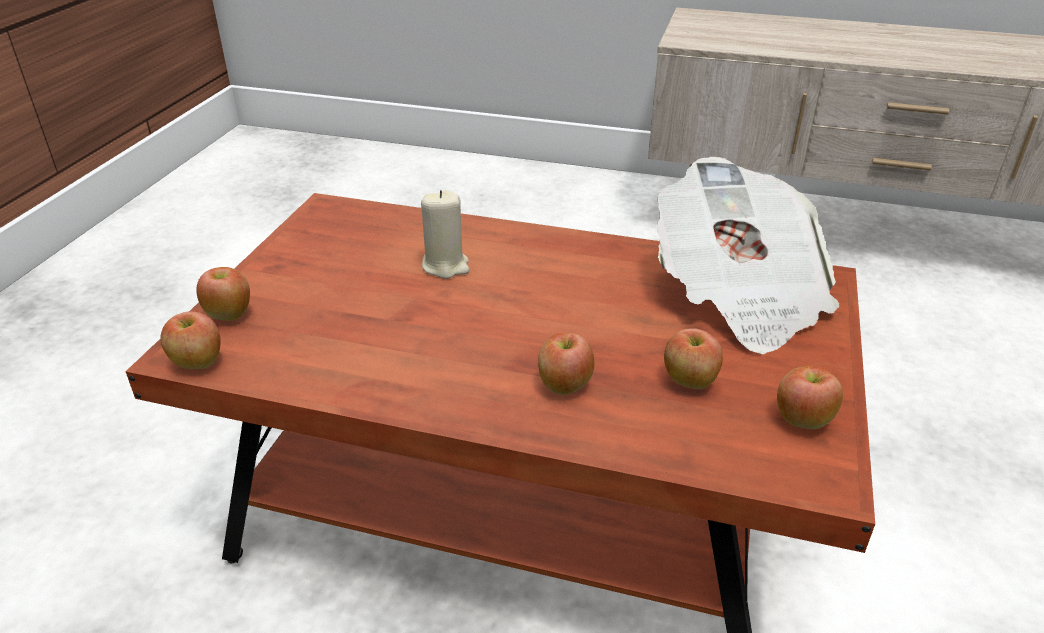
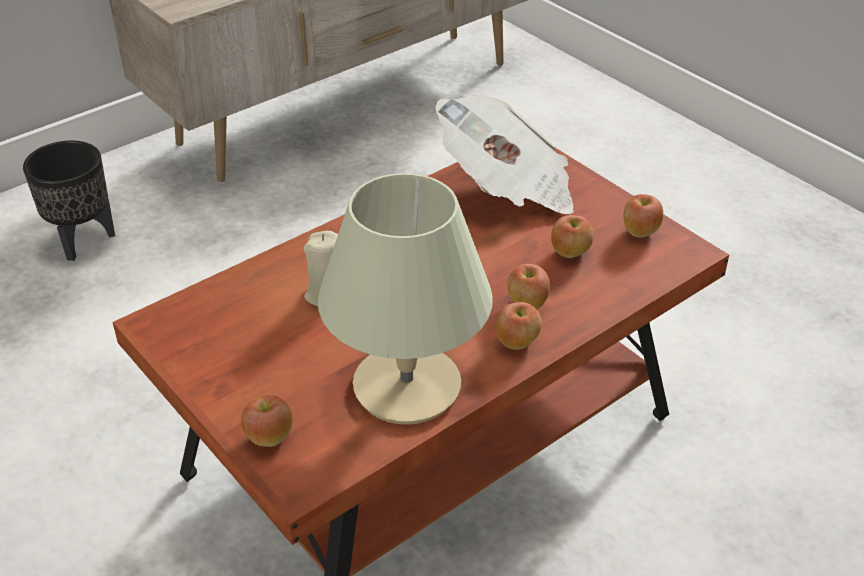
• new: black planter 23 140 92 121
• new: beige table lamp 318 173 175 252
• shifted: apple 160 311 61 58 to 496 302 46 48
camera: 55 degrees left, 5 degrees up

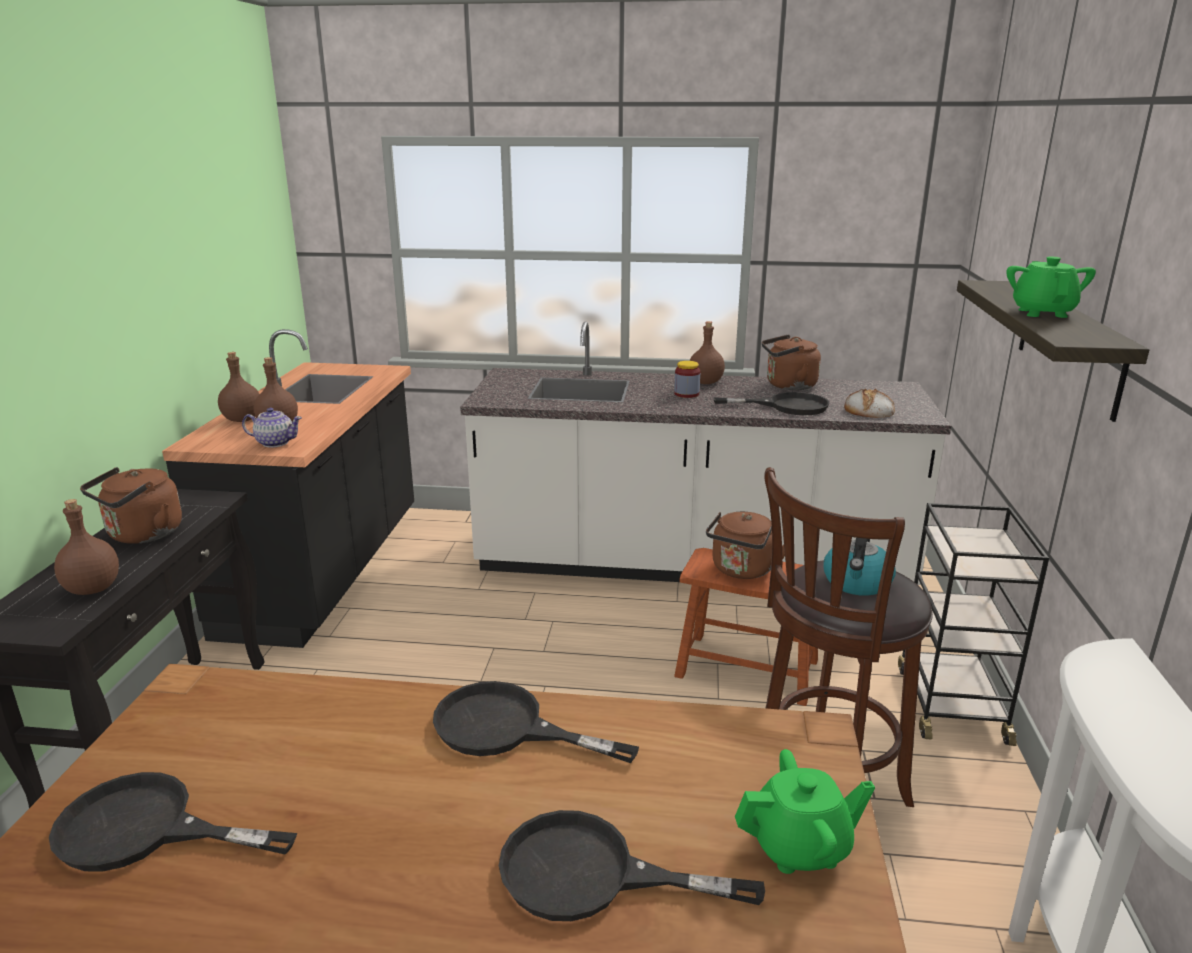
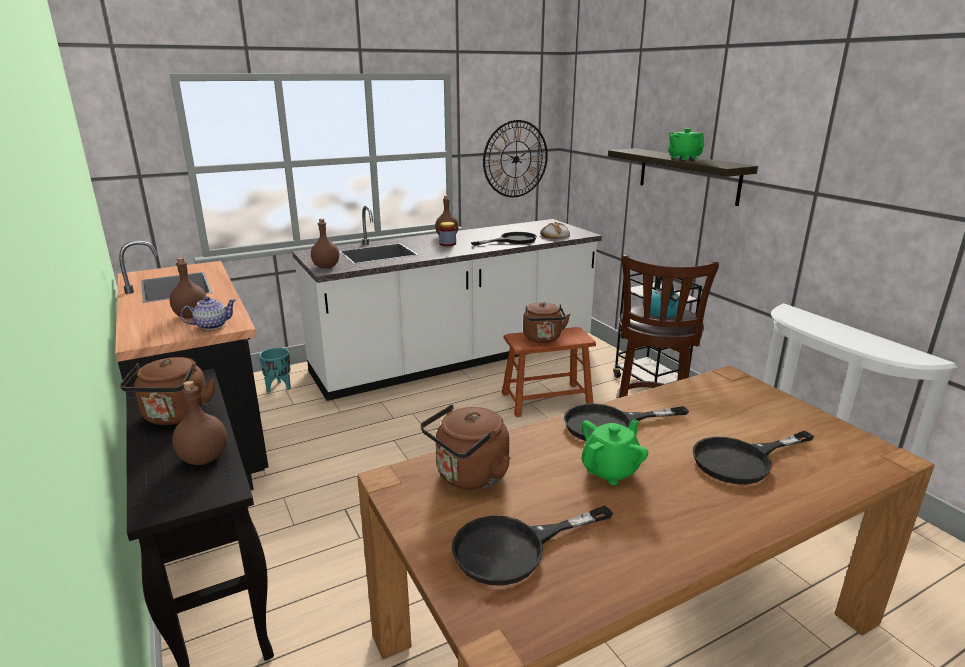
• new: turquoise planter 259 348 32 44
• new: wall clock 483 120 65 77
• shifted: brown bottle 218 352 41 70 to 311 219 28 49
• shifted: green teapot 735 749 140 125 to 582 419 66 66
• shifted: brown kettle 762 335 59 55 to 420 404 91 86
camera: 35 degrees left, 0 degrees up

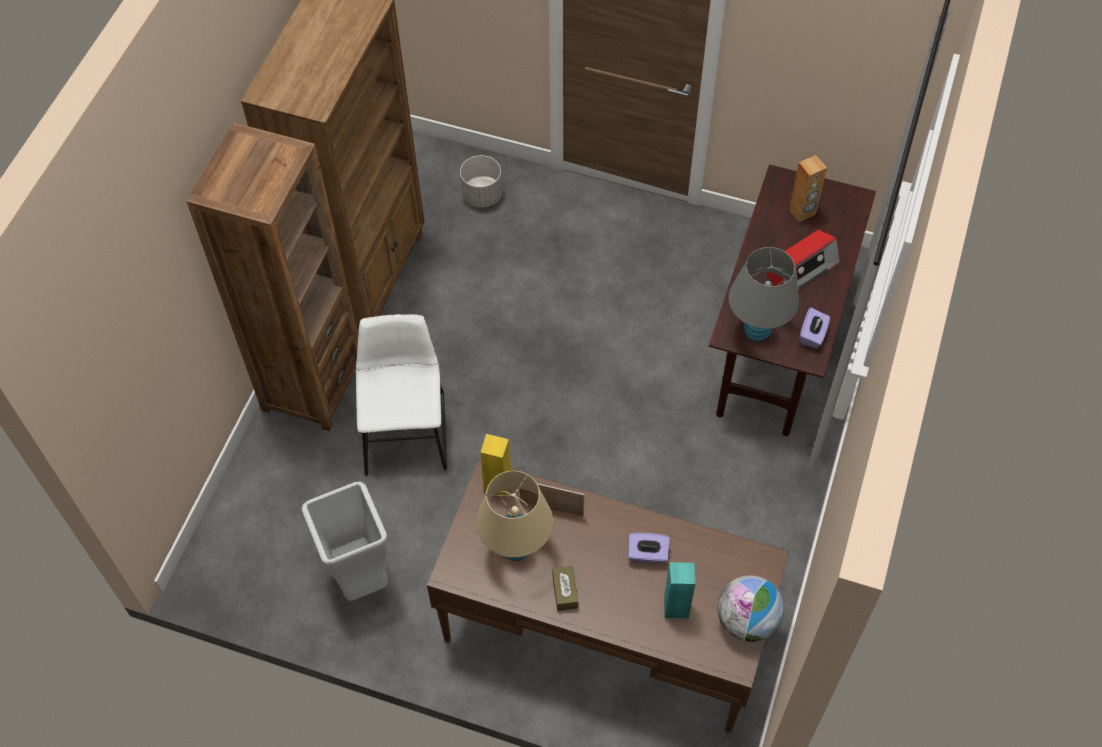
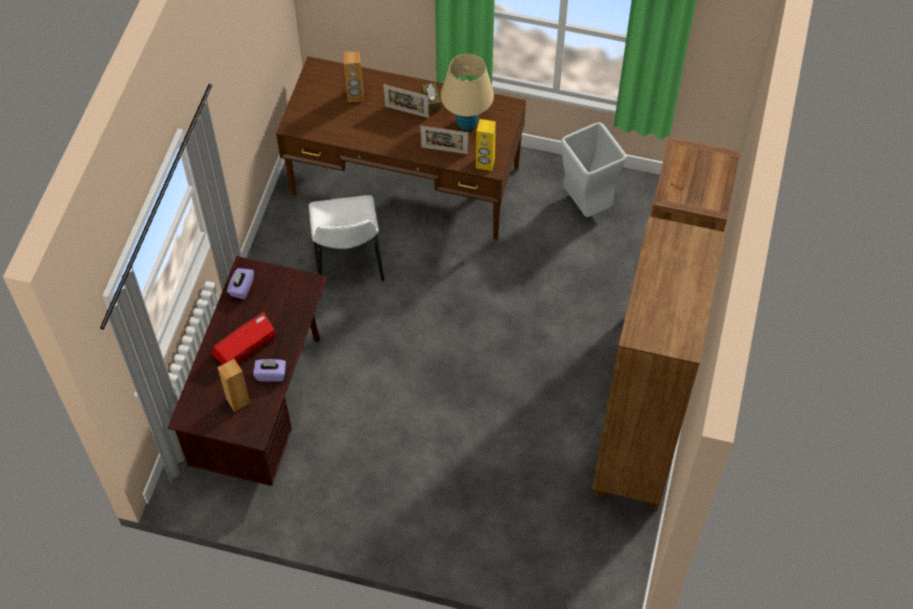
• gone: grey planter 460 155 42 52
• gone: globe 718 575 66 67
• gone: grey table lamp 729 247 70 95
• new: picture frame 383 84 46 34
• shifted: white chair 356 314 91 162 to 309 195 76 87
• shifted: purple tissue box 628 533 42 31 to 253 359 33 23
• repainted: turquoise speaker 664 563 31 55 to brown speaker 344 51 20 51
camera: 175 degrees right, 0 degrees up

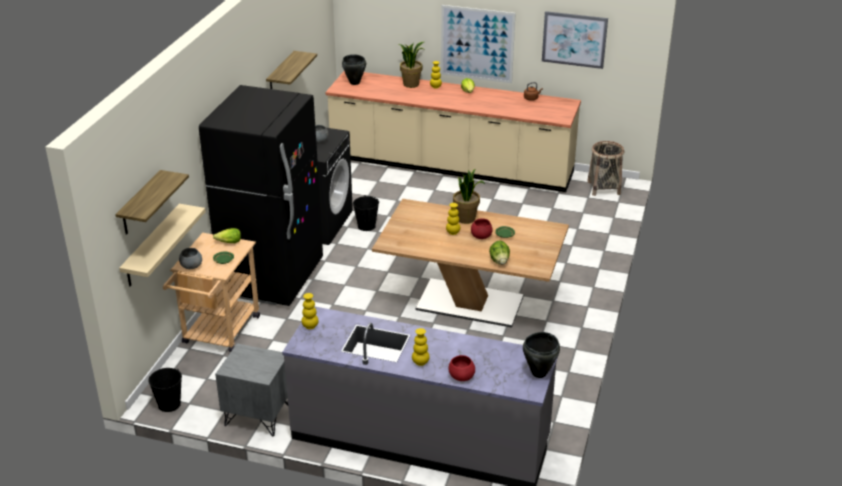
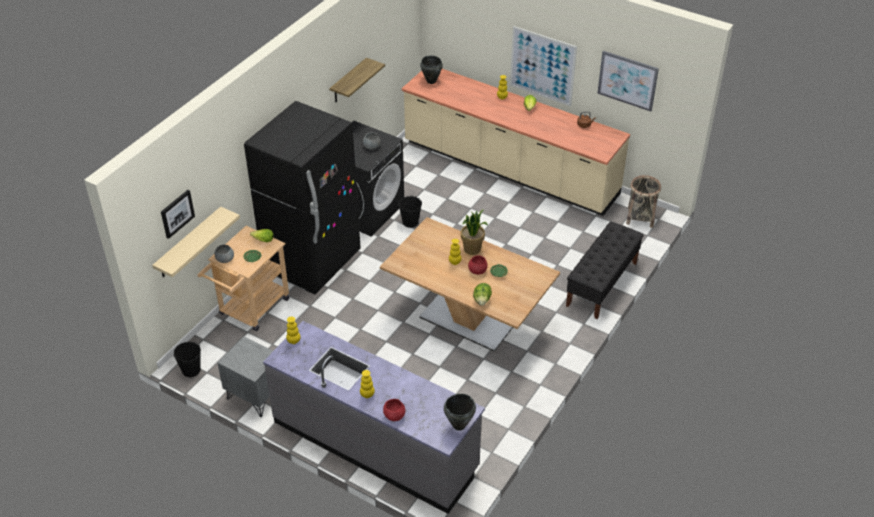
• gone: potted plant 399 42 25 46
• new: black bench 566 222 78 97
• swapped: shelf 115 170 74 65 to picture 161 190 34 49
camera: 15 degrees right, 10 degrees up

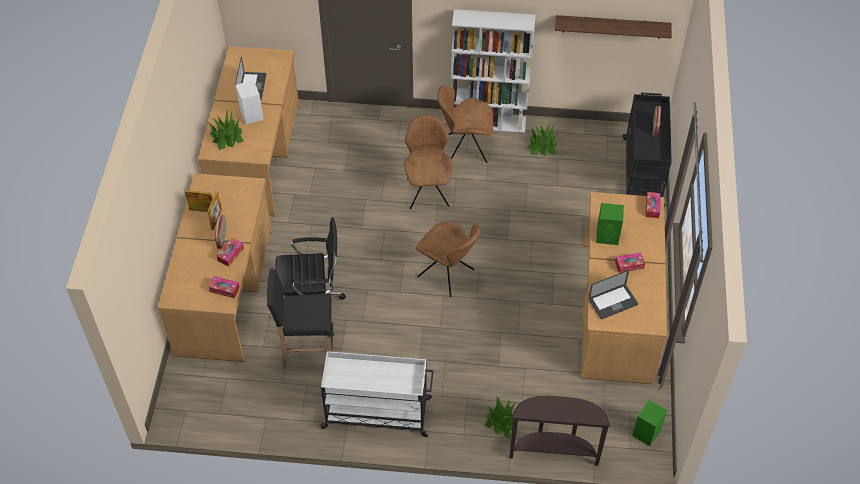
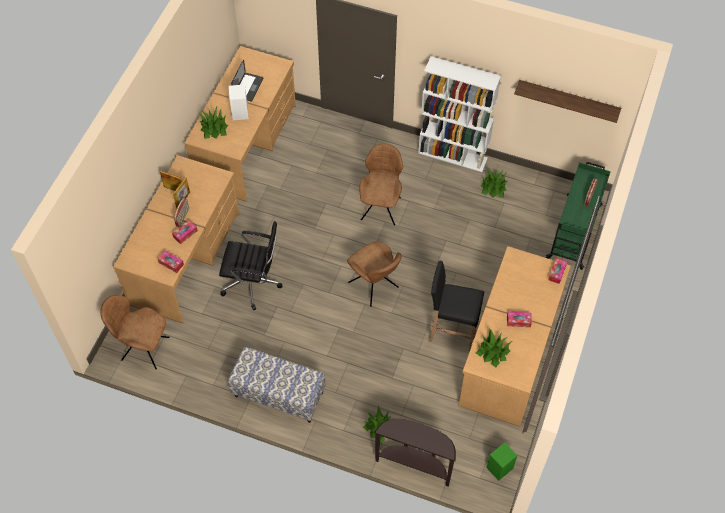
• gone: green speaker 596 203 28 42
• shifted: black stool 267 268 68 101 to 429 261 55 90
• shifted: brown chair 437 86 56 77 to 100 295 70 74
• swapped: white cart 319 351 115 86 to bench 228 347 97 76
• swapped: laptop 589 270 49 49 to potted plant 476 328 36 40
• repainted: black cart 622 92 50 116 to green cart 546 162 65 108
camera: 15 degrees right, 5 degrees up

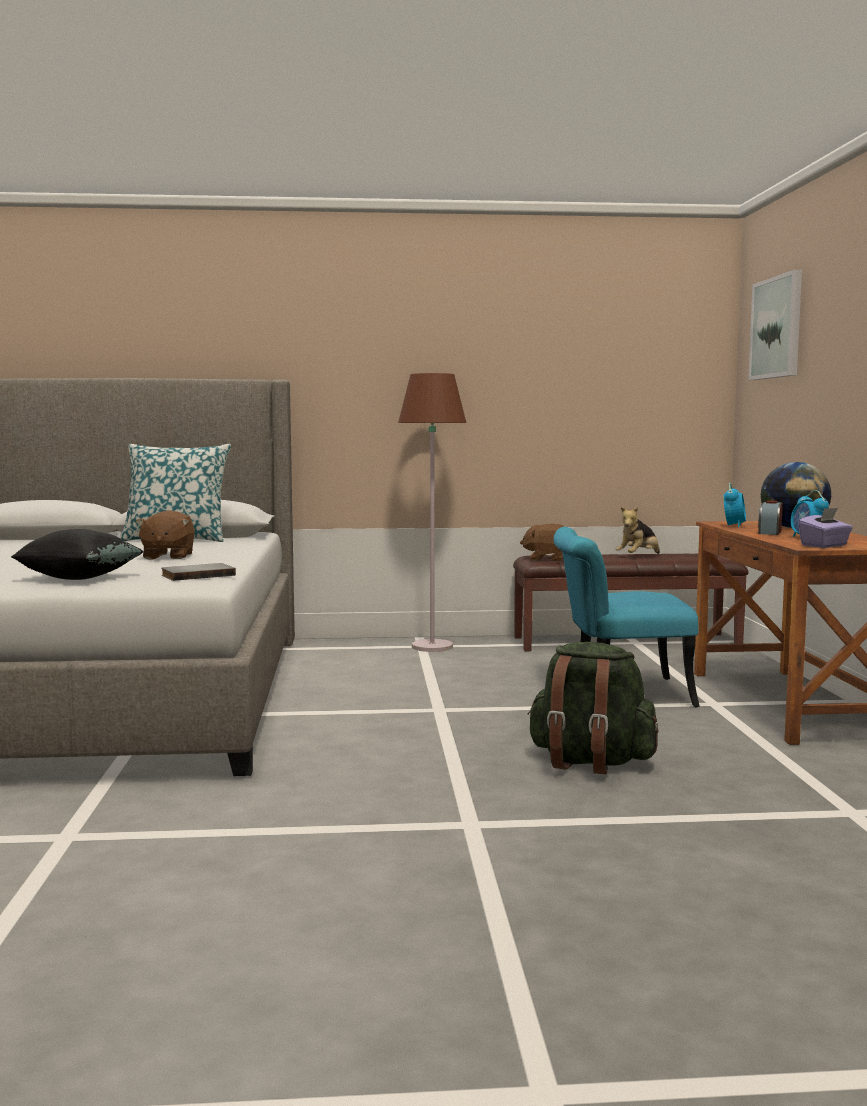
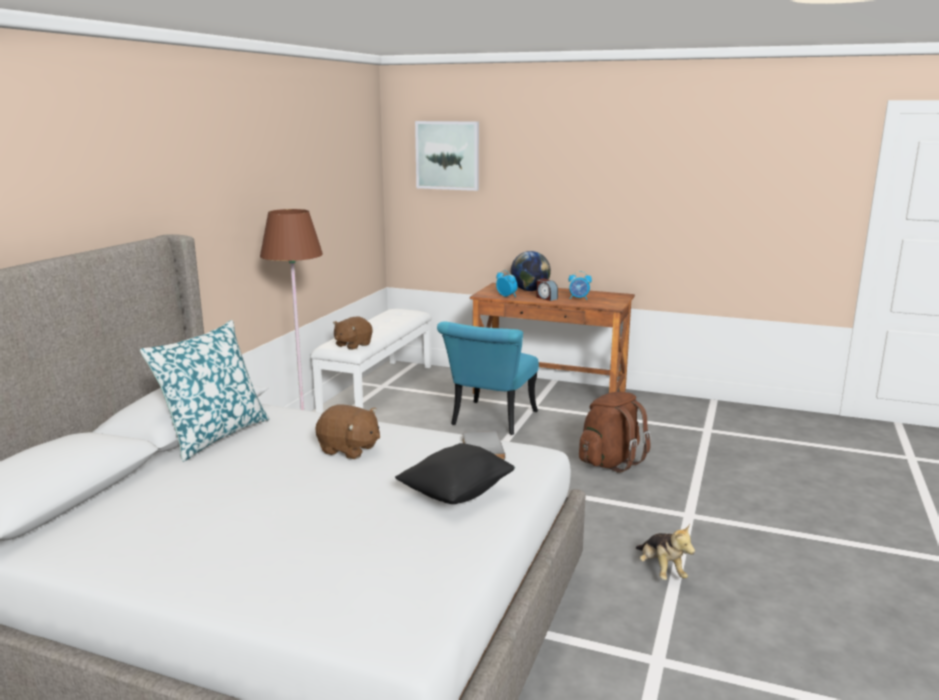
• gone: purple tissue box 798 508 55 40
• shifted: plush toy 616 506 44 48 to 636 524 59 56
• repainted: brown bench 513 554 236 97 to white bench 310 309 122 104
• repainted: green backpack 527 642 132 133 to brown backpack 579 392 72 81
camera: 65 degrees left, 10 degrees up

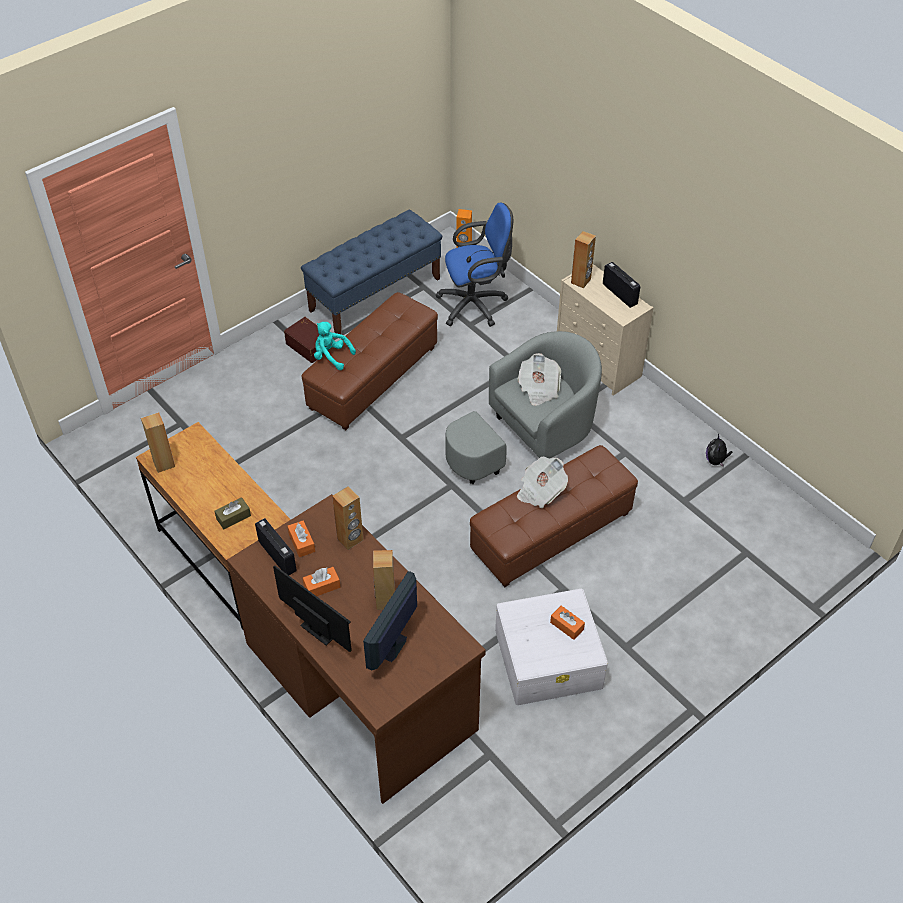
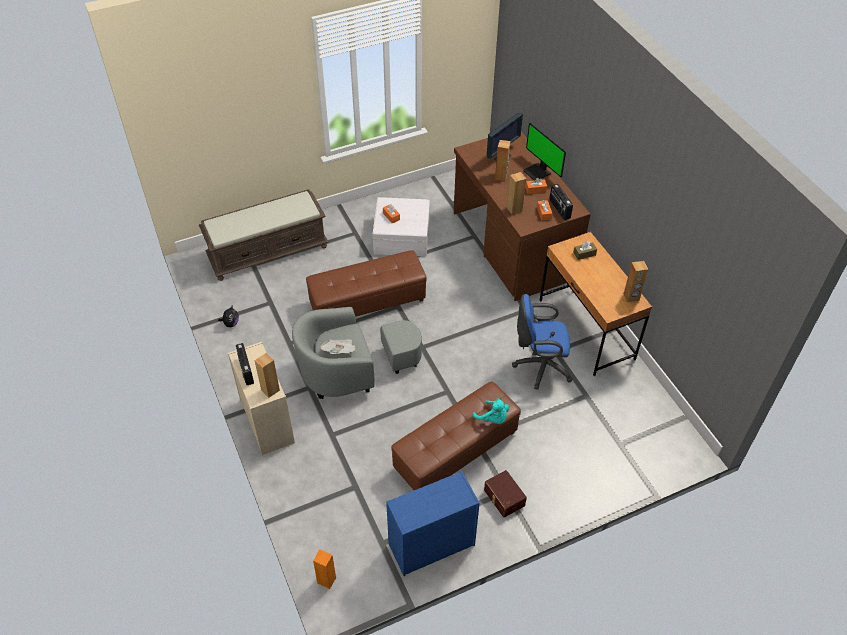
• gone: newspaper 517 456 51 52
• new: brown bench 199 189 129 92
• shifted: blue office chair 435 203 78 124 to 512 294 61 96
• swapped: blue bench 301 210 141 124 to blue dresser 386 471 94 105
camera: 165 degrees left, 0 degrees up

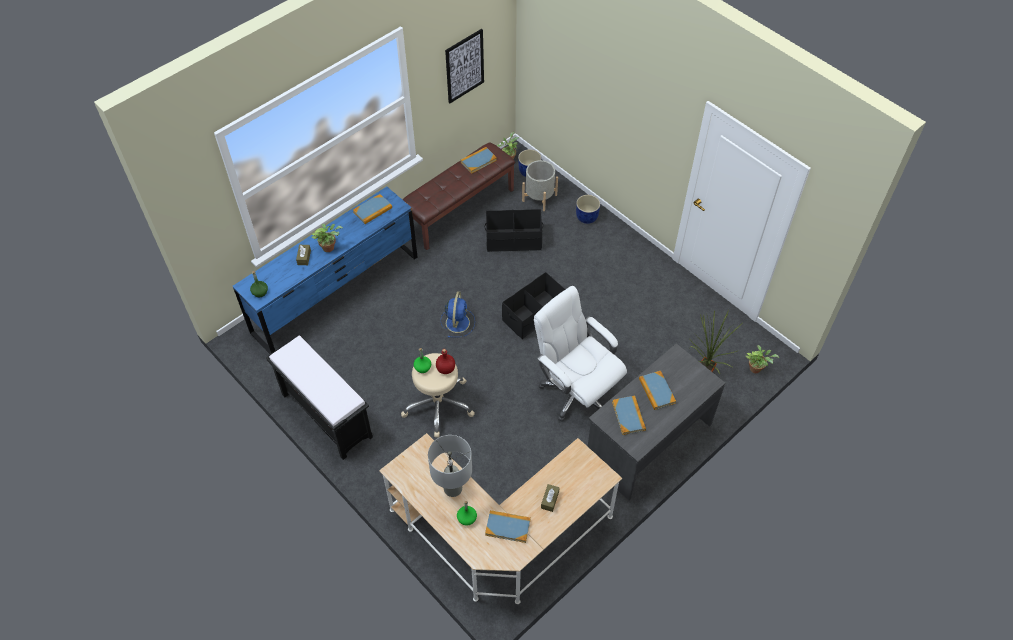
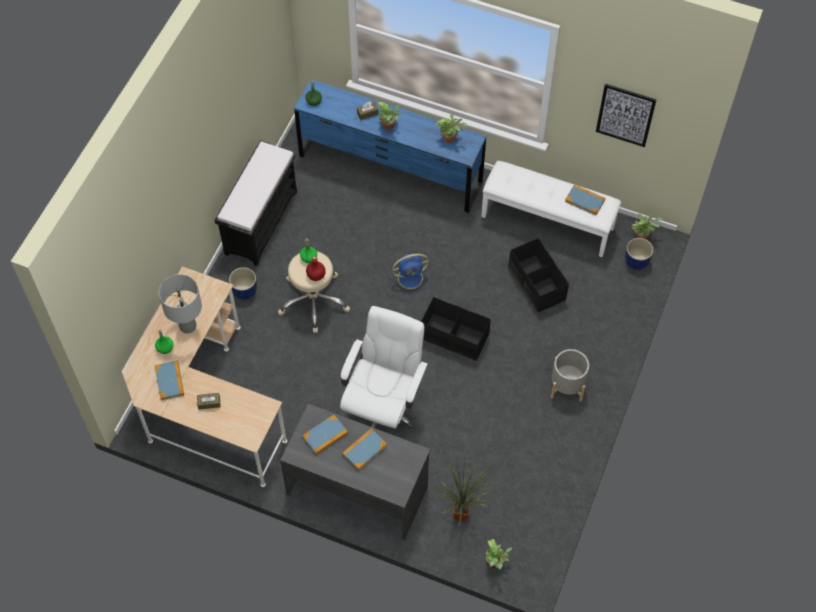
• shifted: grey planter 522 160 36 51 to 551 349 38 53
• shifted: blue planter 576 195 24 29 to 229 267 28 33
• swapped: book 353 194 39 30 to potted plant 436 114 31 29
• repainted: brown bench 402 143 113 107 to white bench 481 161 140 96
camera: 65 degrees right, 5 degrees up

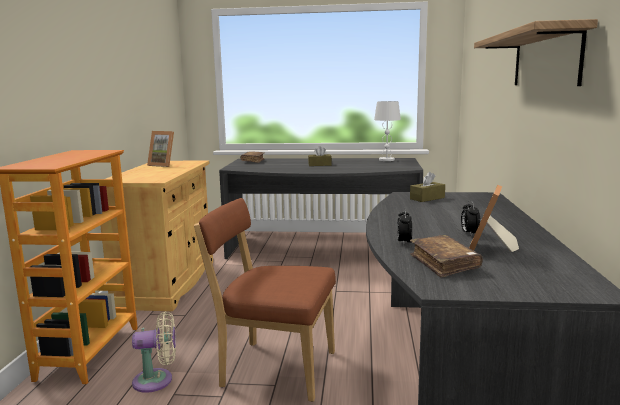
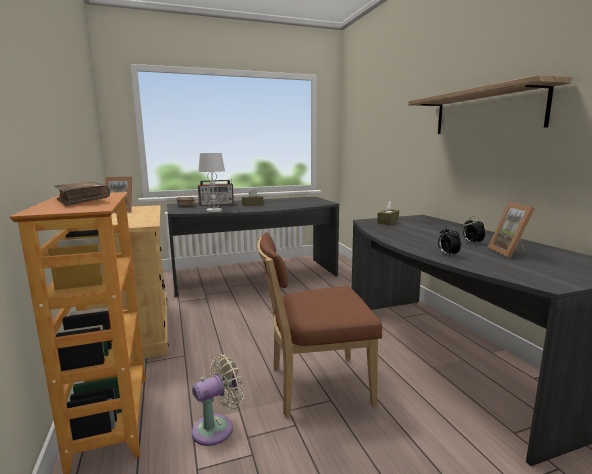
• new: radio 198 179 36 27
• shifted: white table lamp 374 101 27 60 to 198 153 27 59
• shifted: brown book 410 235 73 43 to 54 182 56 24
camera: 25 degrees left, 0 degrees up

